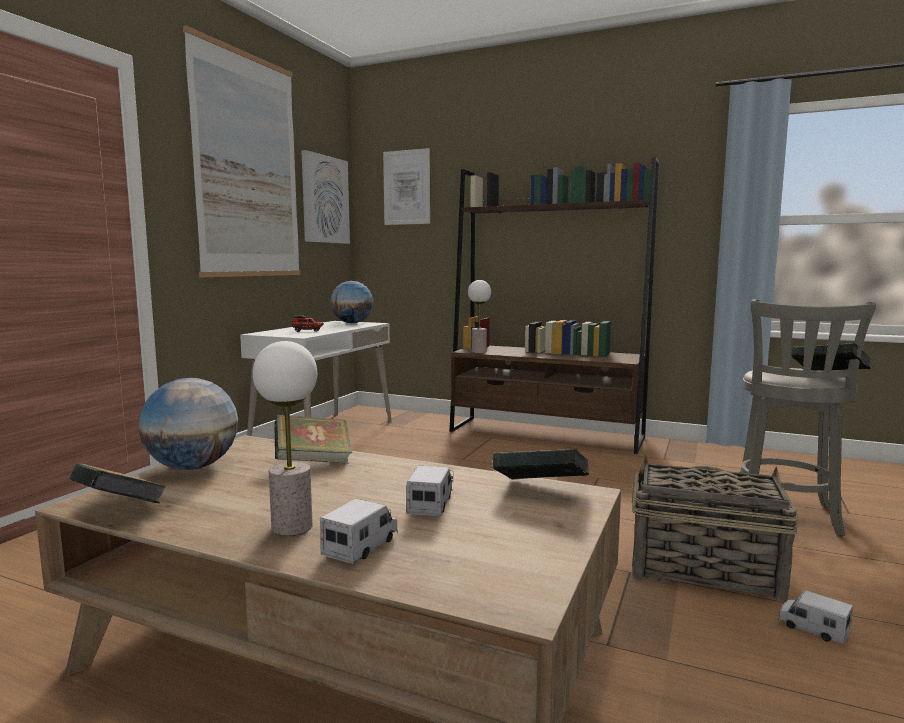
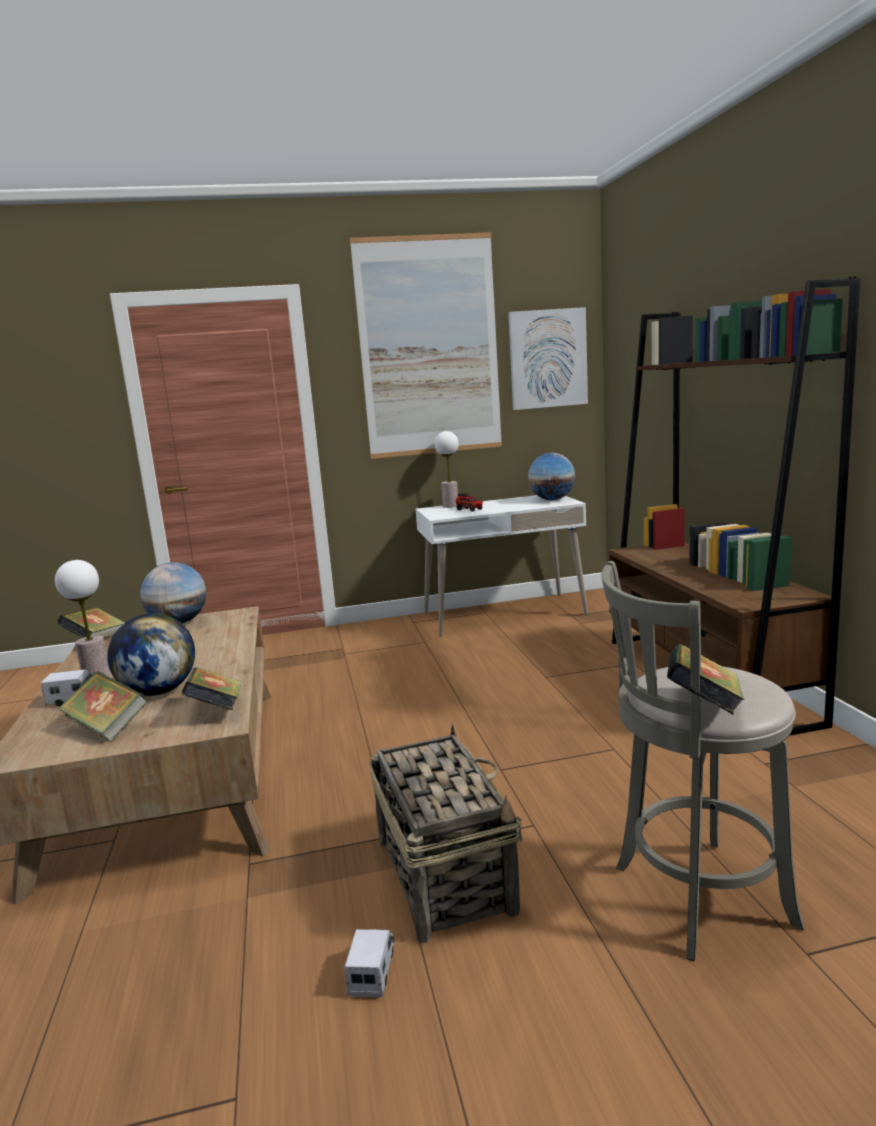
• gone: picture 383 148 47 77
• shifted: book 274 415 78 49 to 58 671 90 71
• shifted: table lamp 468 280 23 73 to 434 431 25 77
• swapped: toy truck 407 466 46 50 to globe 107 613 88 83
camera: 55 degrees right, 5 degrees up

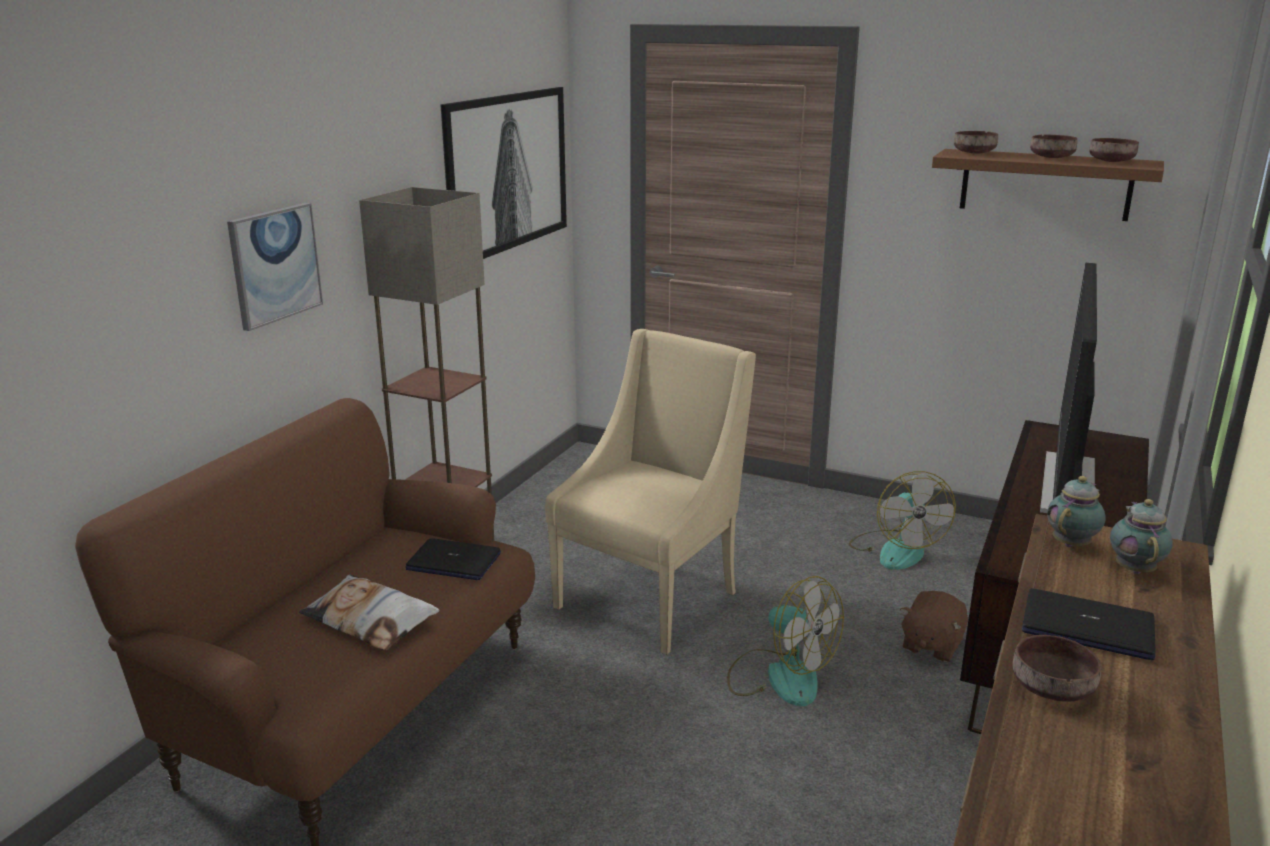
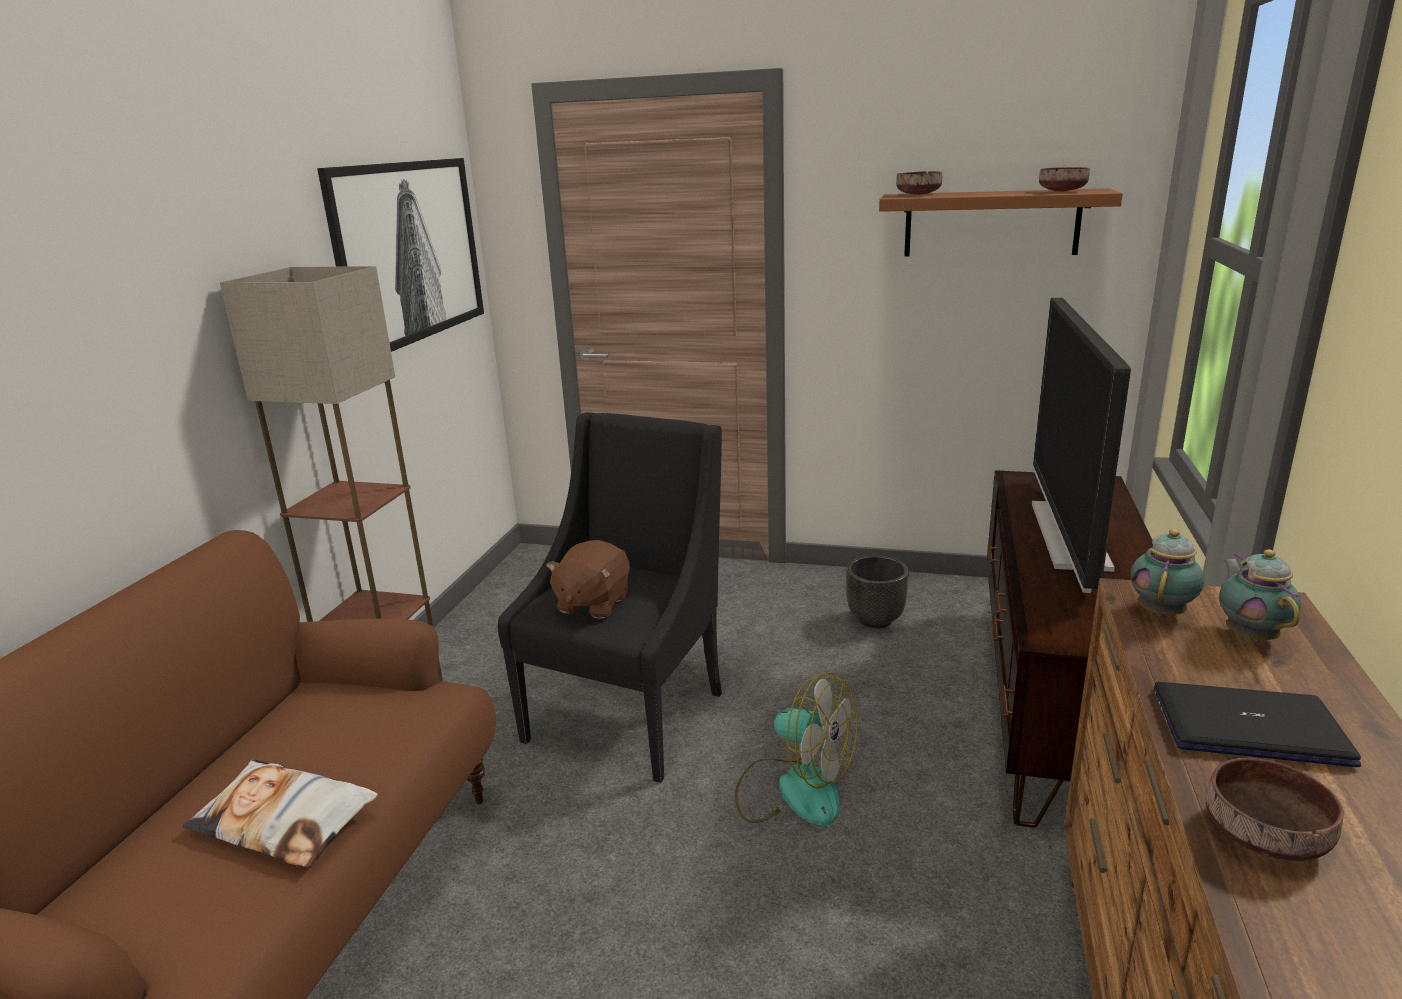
• gone: picture 227 203 96 128
• gone: laptop 405 538 96 42
• gone: brown bowl 1030 135 47 23
• shifted: brown plush toy 900 591 68 71 to 546 540 84 79
• swapped: fan 849 471 107 99 to black planter 846 556 63 72
• repainted: beige armchair 545 329 211 326 to black armchair 498 412 224 371
camera: 10 degrees left, 0 degrees up

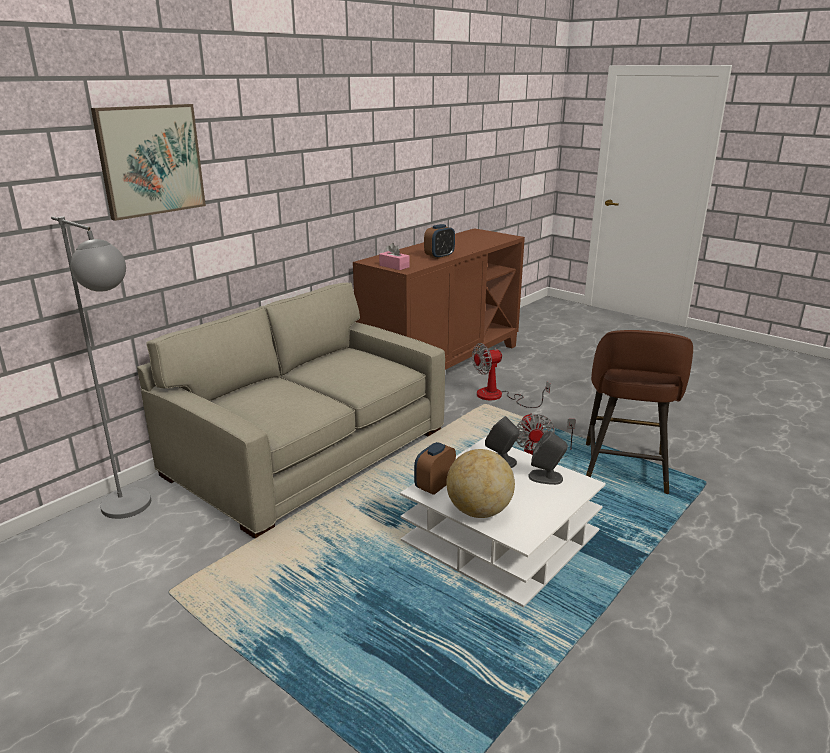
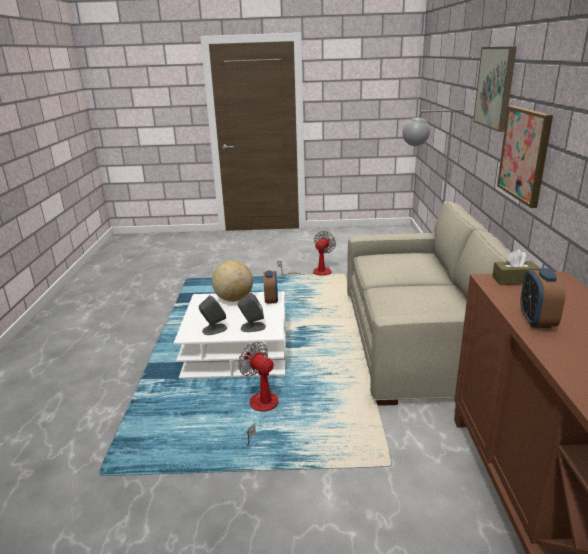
• gone: brown stool 586 330 107 164
• new: picture 497 106 56 102
• shifted: fan 472 343 78 65 to 277 231 59 47
• repainted: pink tissue box 379 243 31 27 to brown tissue box 492 249 48 36
camera: 140 degrees right, 0 degrees up

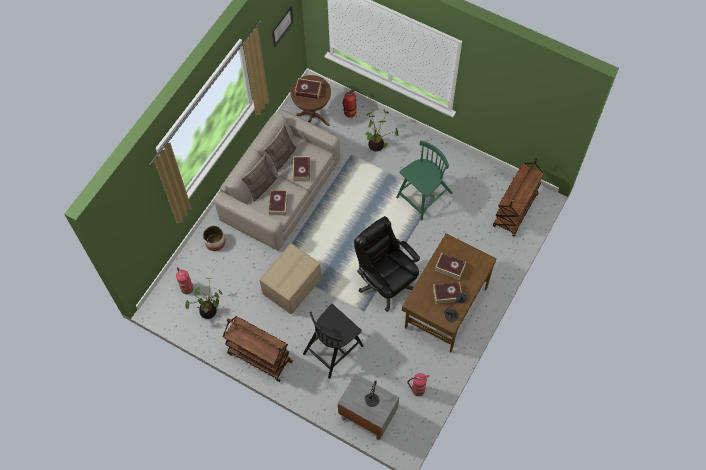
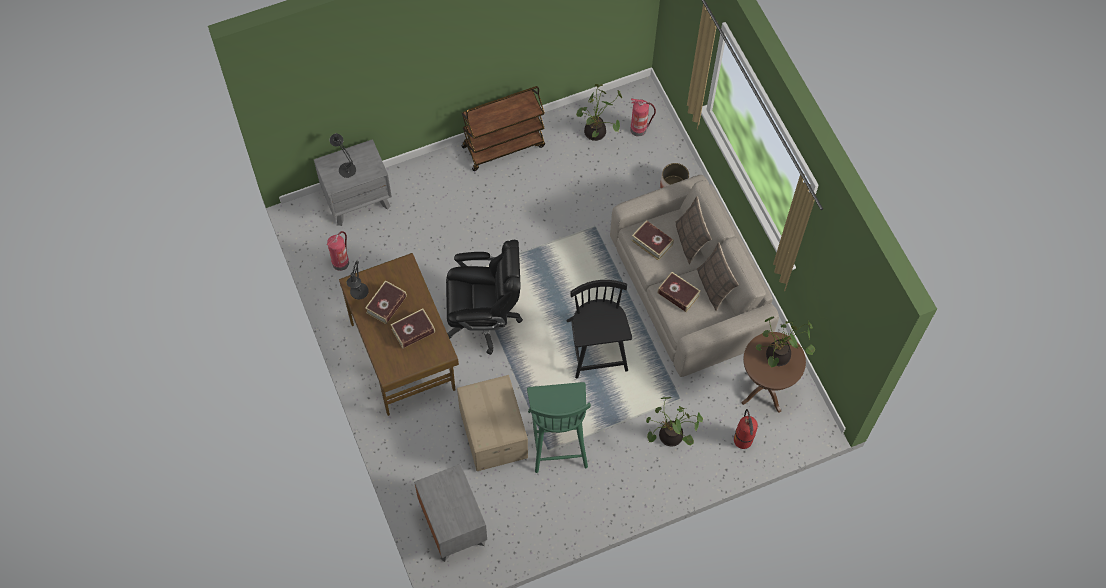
• gone: picture 272 6 21 41
• shifted: cardboard box 259 243 63 72 to 457 375 71 96
• shifted: black chair 303 304 60 75 to 566 280 66 98
• swapped: book 295 78 27 21 to potted plant 756 317 59 51
• swapped: brown cart 493 159 51 78 to grey nightstand 414 464 73 98
camera: 125 degrees right, 0 degrees up

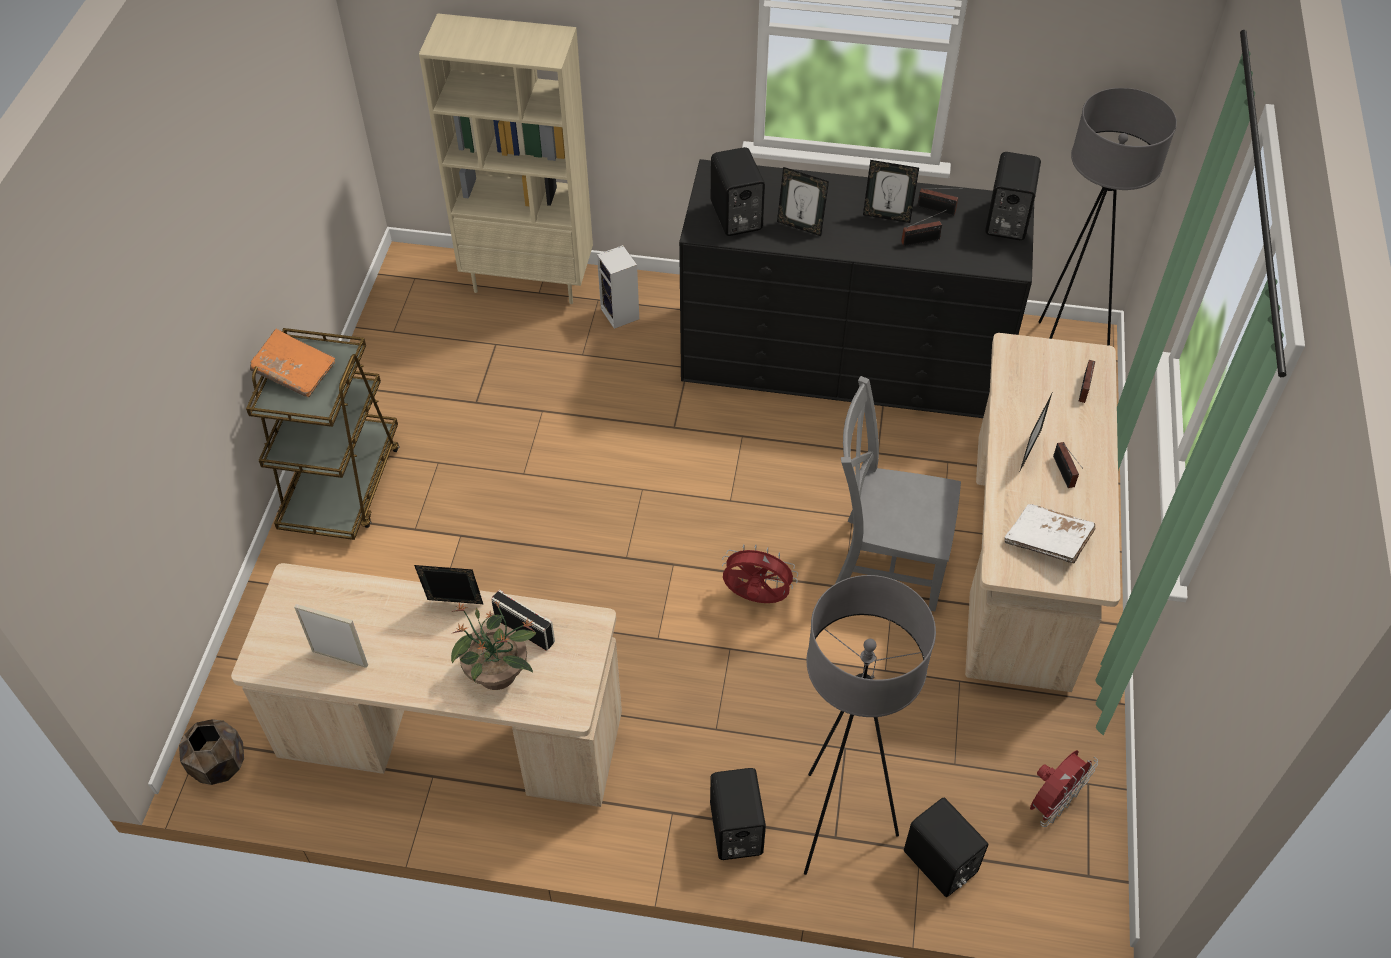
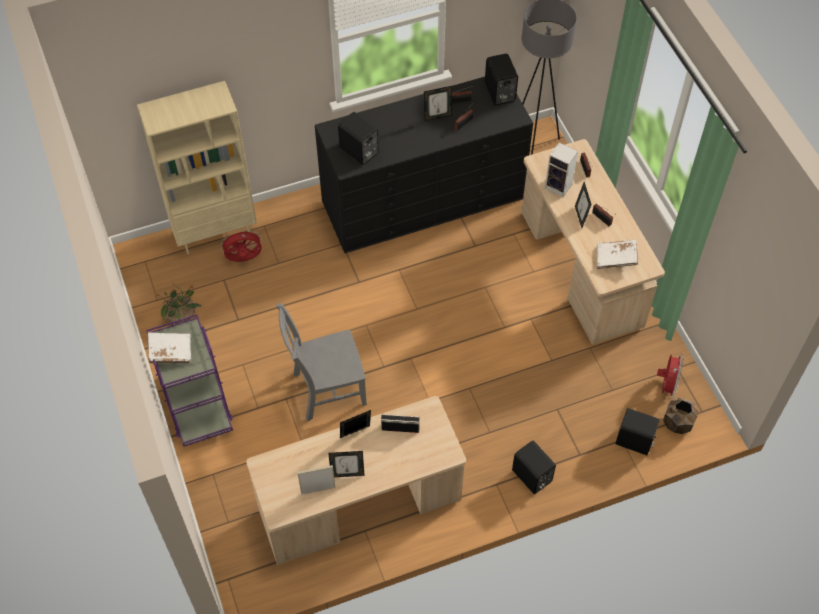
• gone: grey floor lamp 804 575 132 300
• shifted: brown planter 179 719 65 66 to 663 398 36 36
• shifted: potted plant 451 601 85 89 to 154 284 48 40
• shifted: speaker 597 245 42 84 to 545 143 33 54
• shifted: red fan 722 545 76 58 to 220 230 43 32
• shifted: picture frame 777 167 52 69 to 328 451 36 26
• shifted: grey chair 835 376 126 235 to 276 303 91 118
• repainted: brown cart 246 328 154 212 to purple cart 146 314 87 132
• repainted: orange book 250 329 85 68 to white book 147 332 44 31
camera: 30 degrees left, 5 degrees up

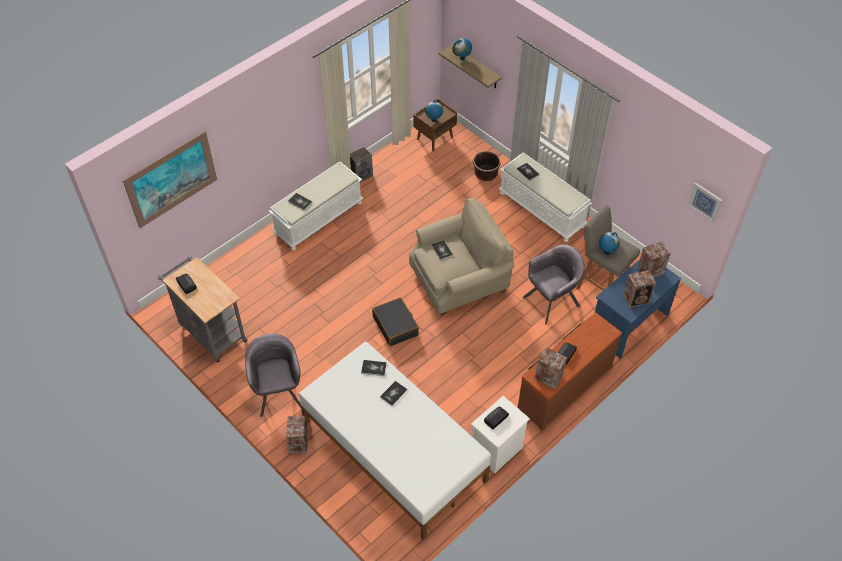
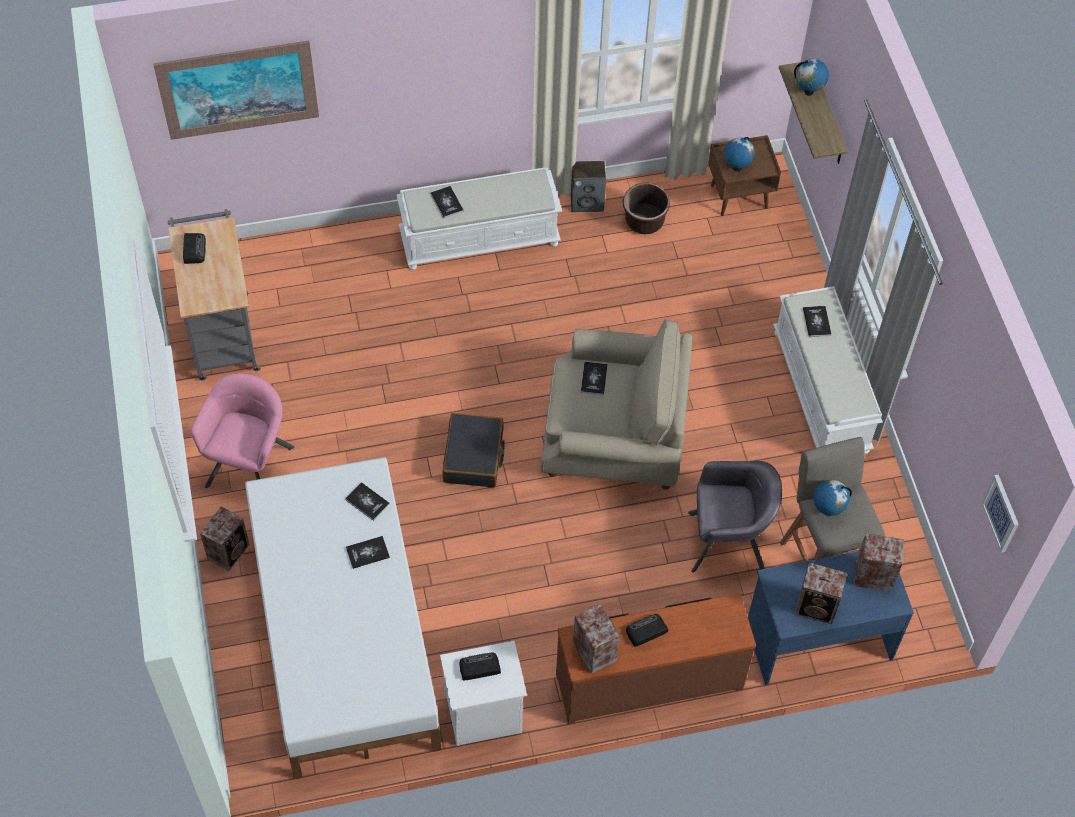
• shifted: brown planter 473 152 28 29 to 623 182 47 52
• repainted: grey armchair 245 333 56 84 to pink armchair 191 373 103 115
camera: 30 degrees right, 5 degrees up

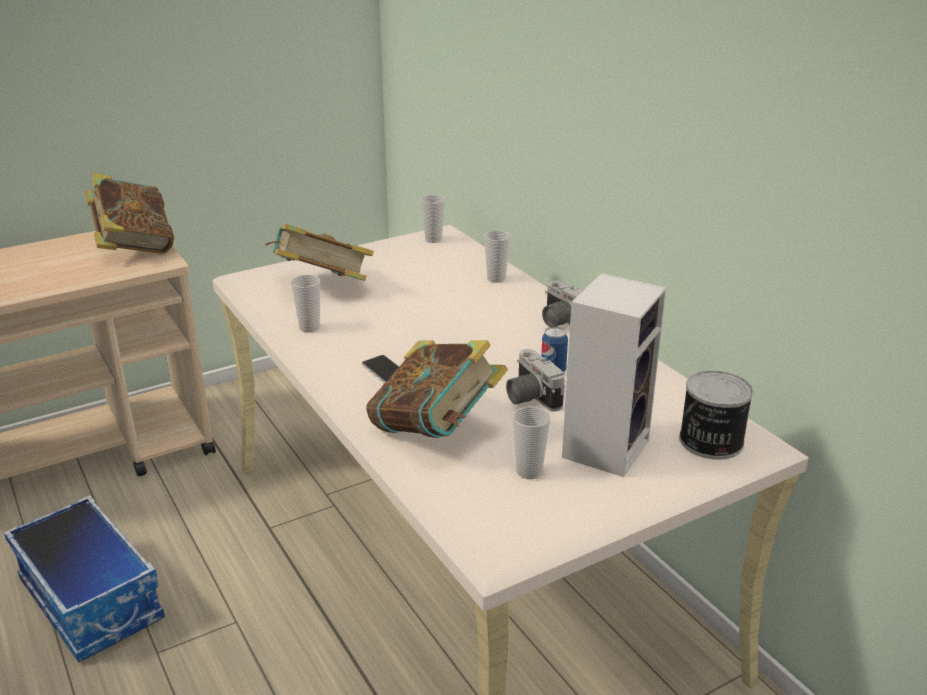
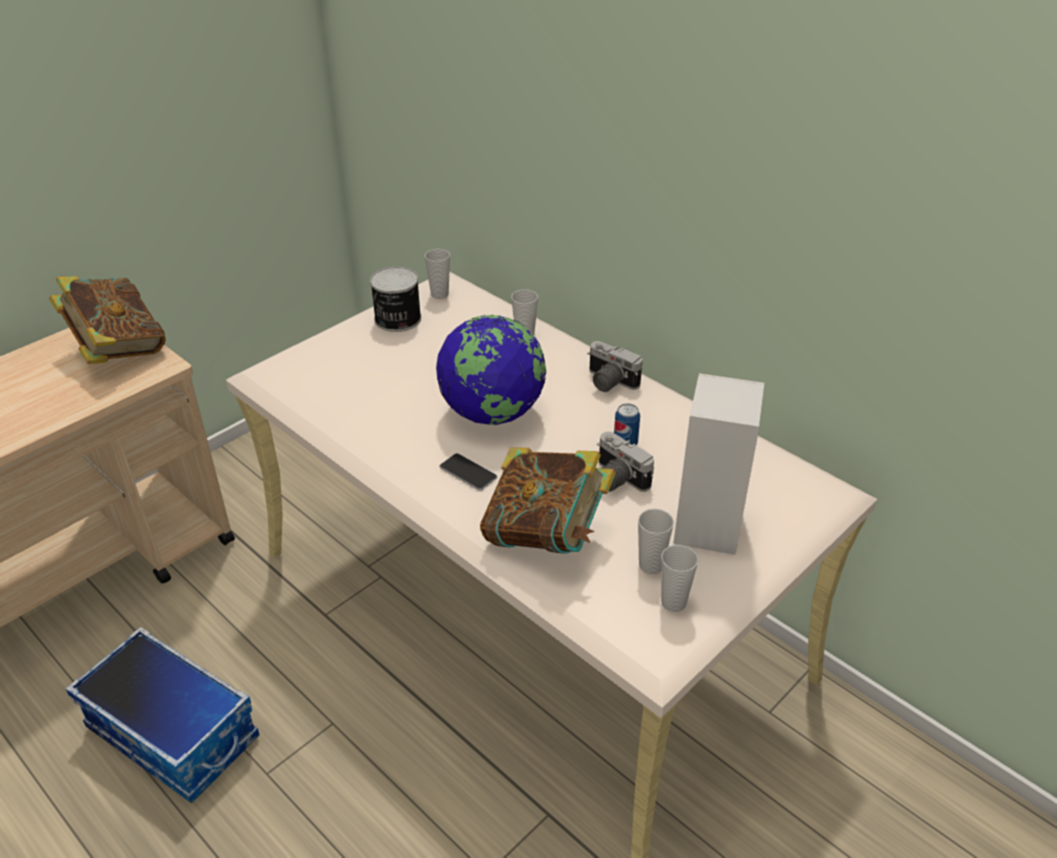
• gone: book 265 224 109 57
• new: globe 436 314 111 111
• shifted: cup 291 275 29 58 to 661 545 38 67
• shifted: can 679 370 74 90 to 370 267 51 65
camera: 15 degrees left, 10 degrees up

